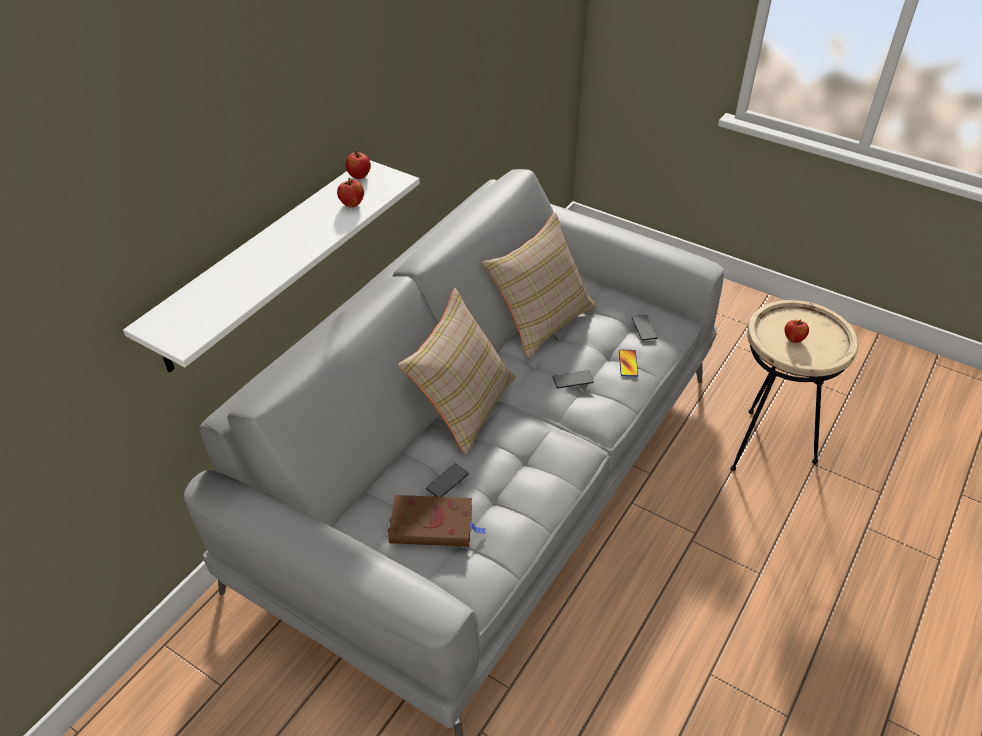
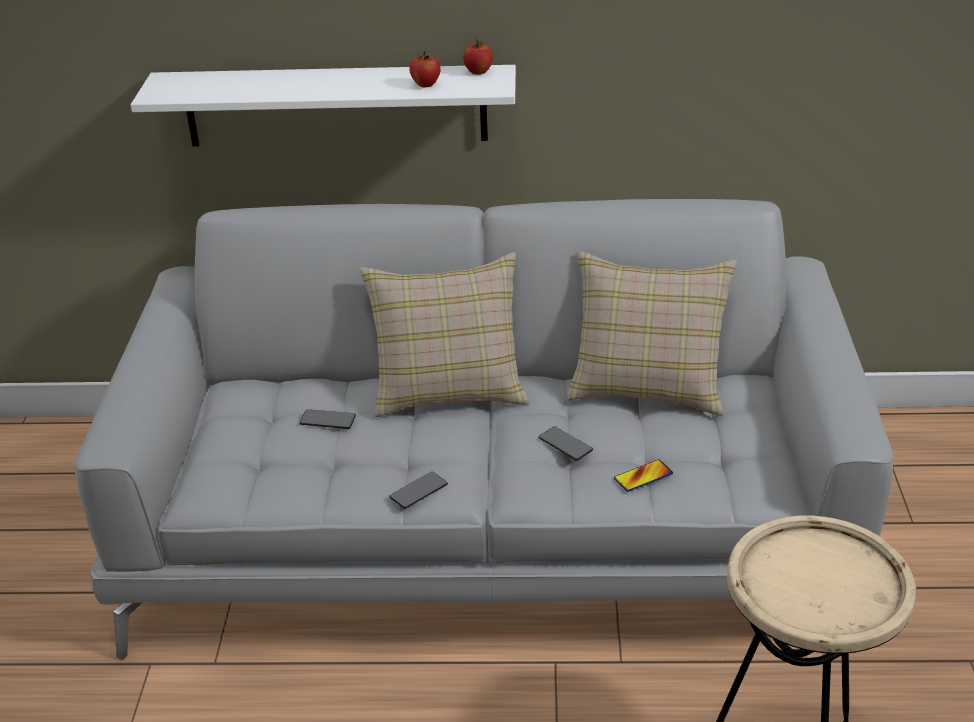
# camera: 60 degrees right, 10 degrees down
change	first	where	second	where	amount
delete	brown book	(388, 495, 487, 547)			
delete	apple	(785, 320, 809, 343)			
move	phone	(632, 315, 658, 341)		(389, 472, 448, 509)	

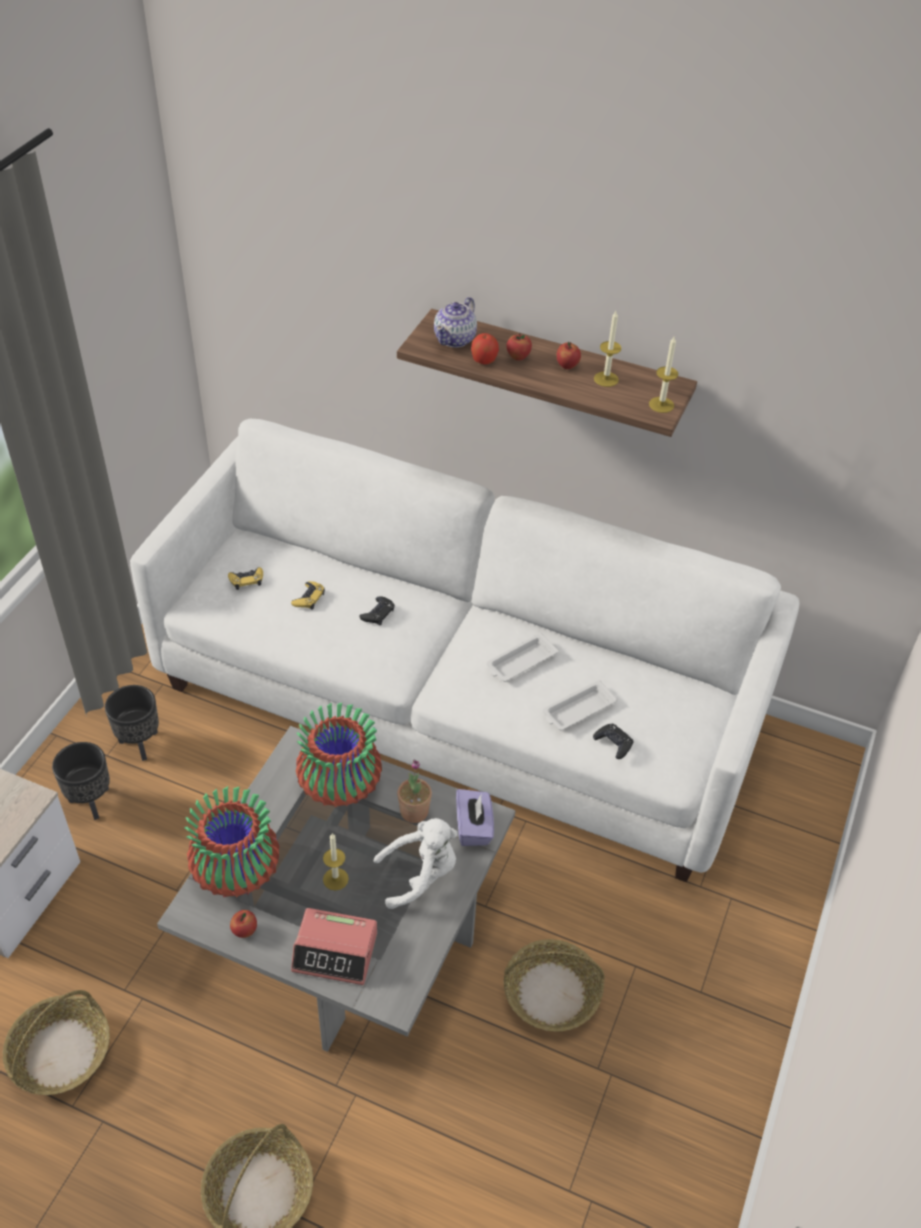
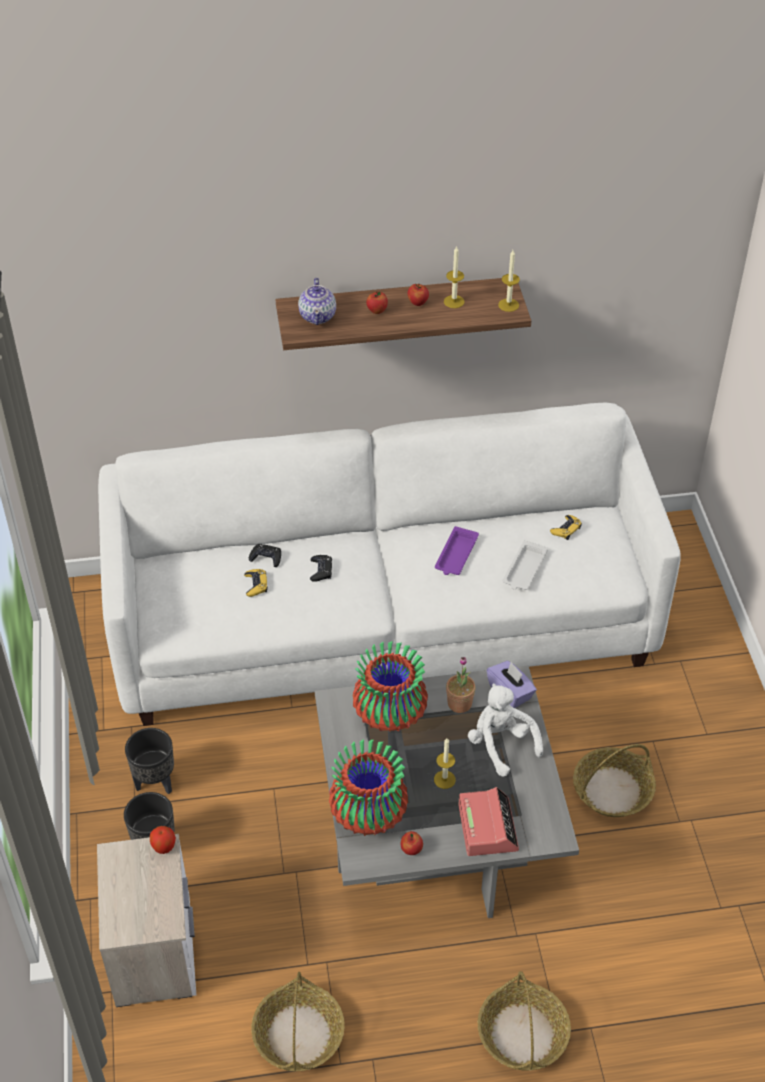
# camera: 30 degrees left, 0 degrees up
change	first	where	second	where	amount
move	yellow game controller	(228, 567, 263, 590)		(550, 515, 582, 540)	
move	apple	(471, 333, 499, 365)		(150, 826, 176, 854)	
move	black game controller	(593, 724, 634, 759)		(249, 544, 281, 567)	
recolor	white tray	(487, 633, 558, 682)	purple tray	(435, 526, 479, 575)	
rotate	alarm clock	(291, 908, 377, 985)		(458, 787, 519, 856)	75 degrees counterclockwise
rotate	white plush toy	(374, 818, 458, 909)		(468, 683, 543, 777)	75 degrees counterclockwise

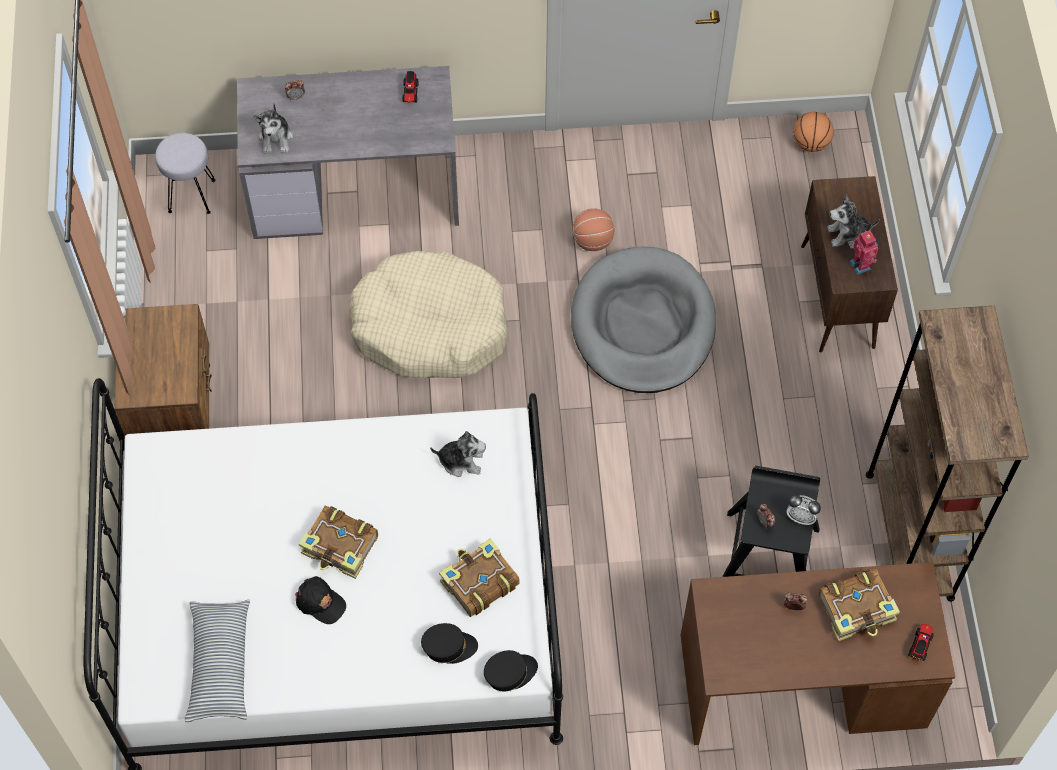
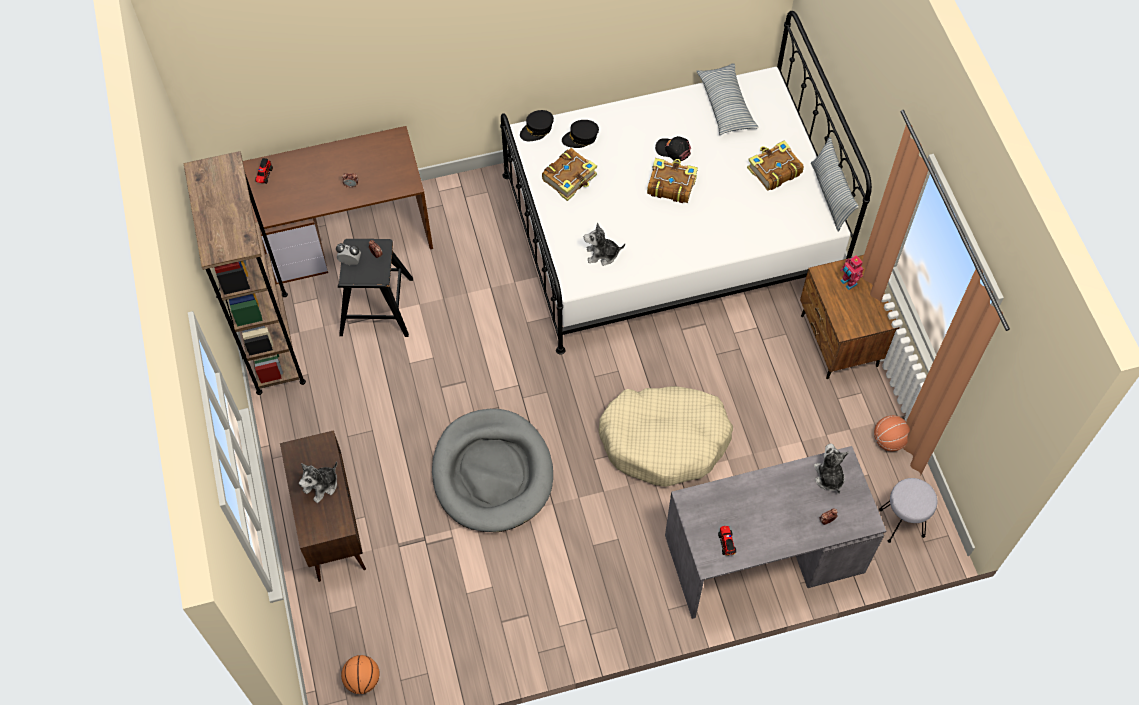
# camera: 170 degrees right, 0 degrees up
change	first	where	second	where	amount
insert			pillow	(811, 137, 859, 232)	
move	basketball	(573, 208, 614, 251)		(874, 415, 910, 451)	
move	book	(818, 569, 900, 641)		(747, 140, 804, 191)	
move	toy robot	(850, 230, 879, 275)		(840, 255, 863, 290)	
rotate	plush toy	(827, 194, 880, 249)		(299, 461, 337, 503)	150 degrees clockwise

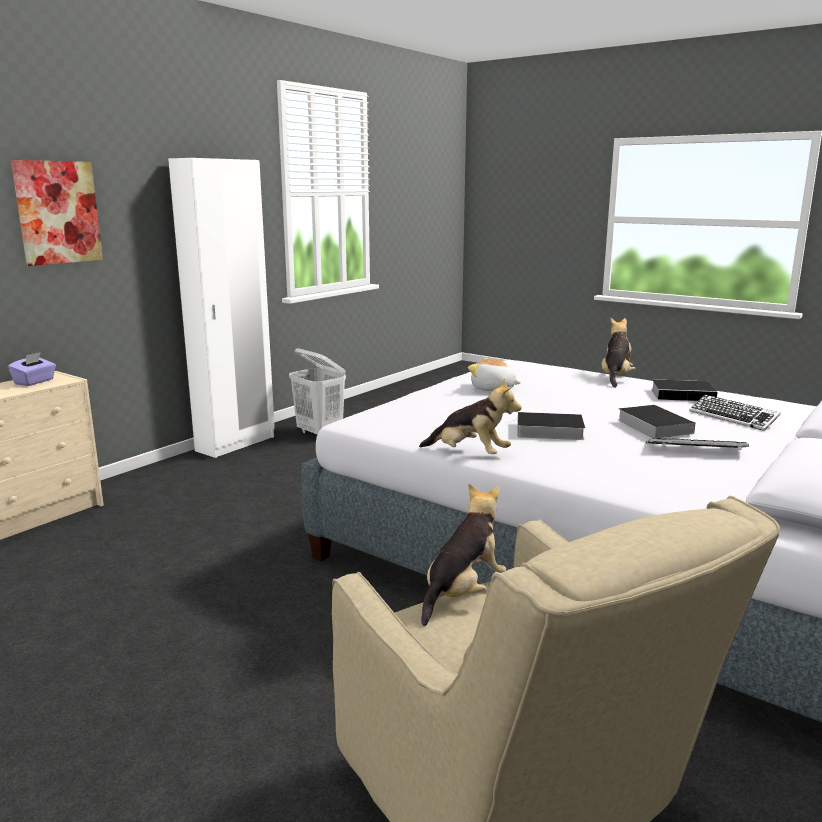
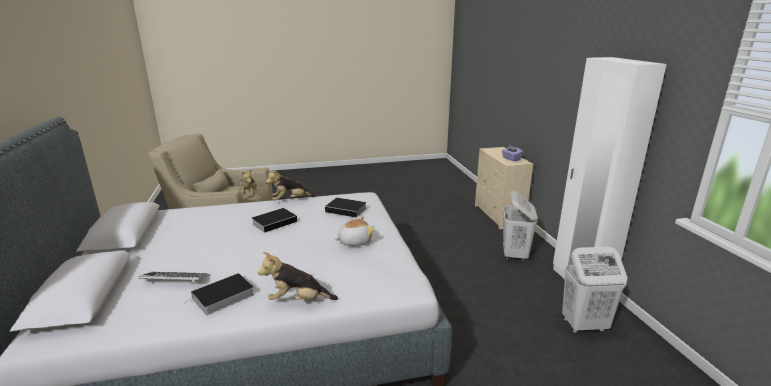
# camera: 130 degrees right, 5 degrees up
change	first	where	second	where	amount
delete	picture	(11, 160, 103, 266)			
delete	keyboard	(646, 438, 749, 450)			
insert			white laundry basket	(503, 190, 538, 262)	
move	book	(617, 405, 695, 438)		(325, 198, 367, 218)	
rotate	plush toy	(601, 318, 636, 388)		(258, 252, 338, 300)	120 degrees clockwise

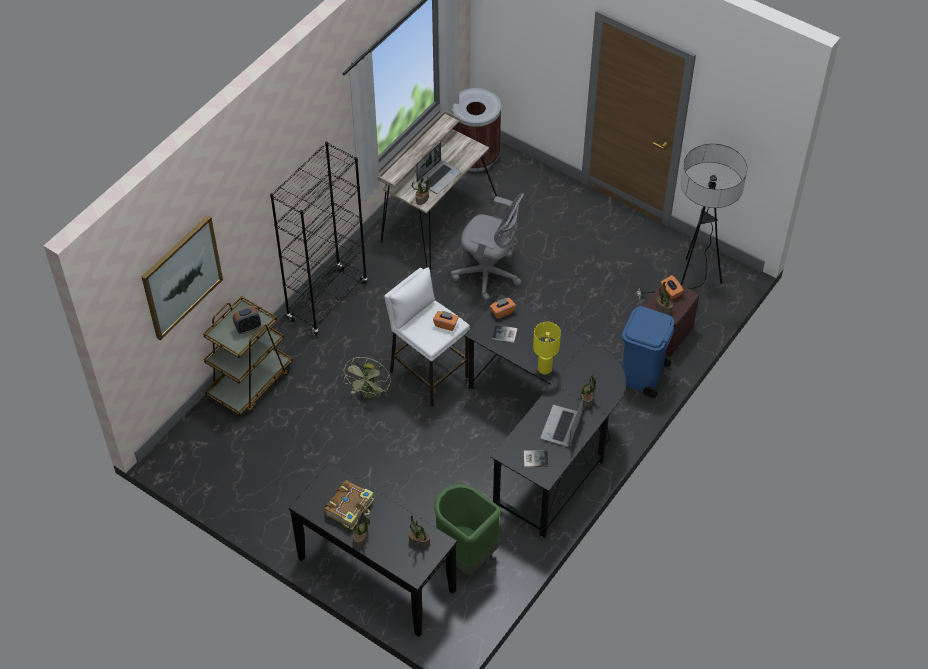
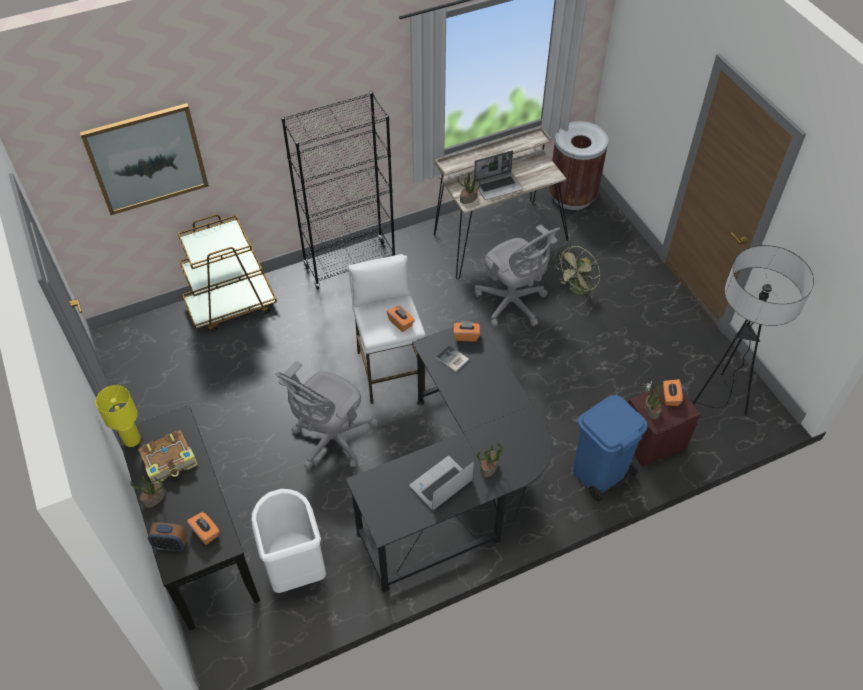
# camera: 30 degrees right, 0 degrees up
change	first	where	second	where	amount
delete	book	(524, 450, 548, 467)			
insert			grey office chair	(275, 361, 378, 469)	
move	alarm clock	(233, 307, 261, 334)		(148, 522, 187, 551)	
move	green fan	(343, 357, 391, 398)		(556, 246, 600, 299)	
move	yellow table lamp	(533, 322, 561, 375)		(96, 385, 141, 447)	
replace	potted plant	(409, 515, 430, 547)	orange tissue box	(187, 512, 220, 545)	
recolor	green trash can	(434, 484, 501, 575)	white trash can	(251, 489, 326, 593)	

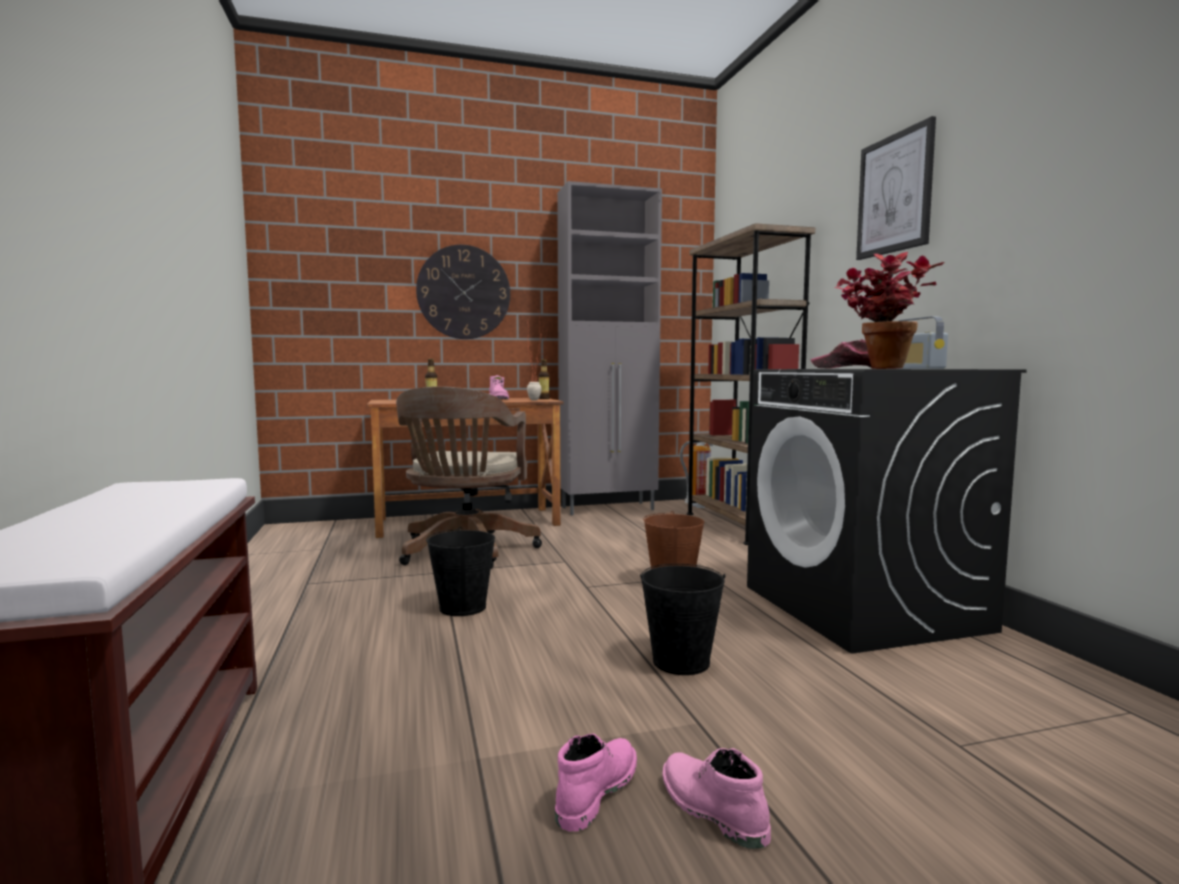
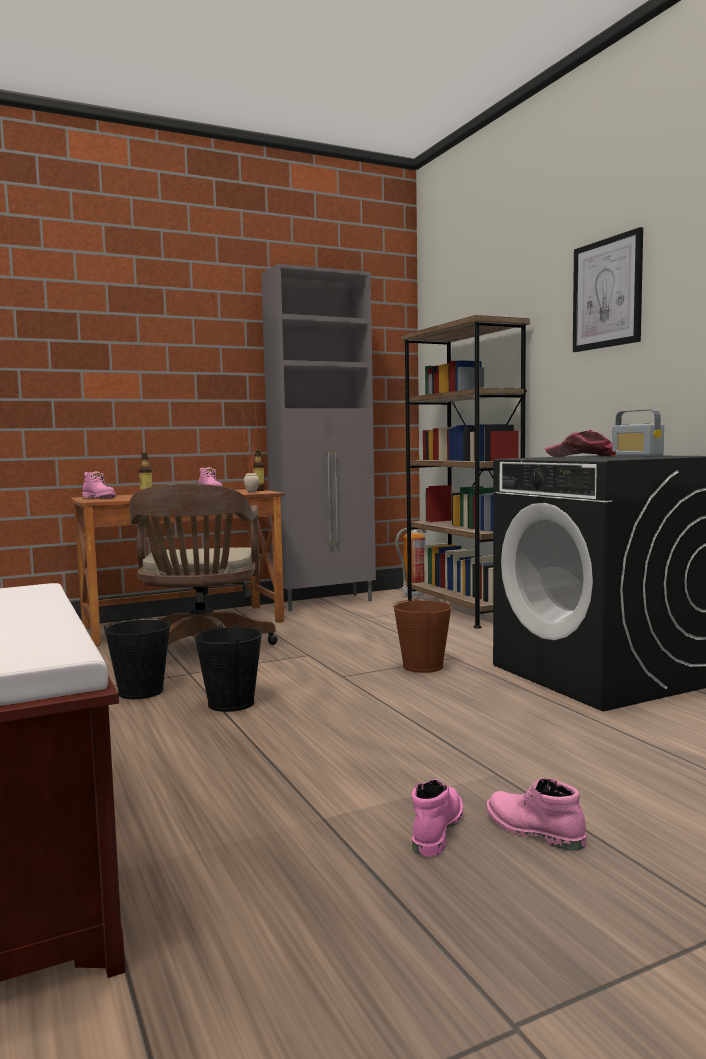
# camera: 10 degrees left, 0 degrees up
change	first	where	second	where	amount
delete	wall clock	(416, 245, 510, 339)			
delete	potted plant	(834, 252, 945, 369)			
insert			pink boot	(82, 471, 116, 498)	
move	black bucket	(640, 564, 725, 675)		(103, 618, 171, 699)	

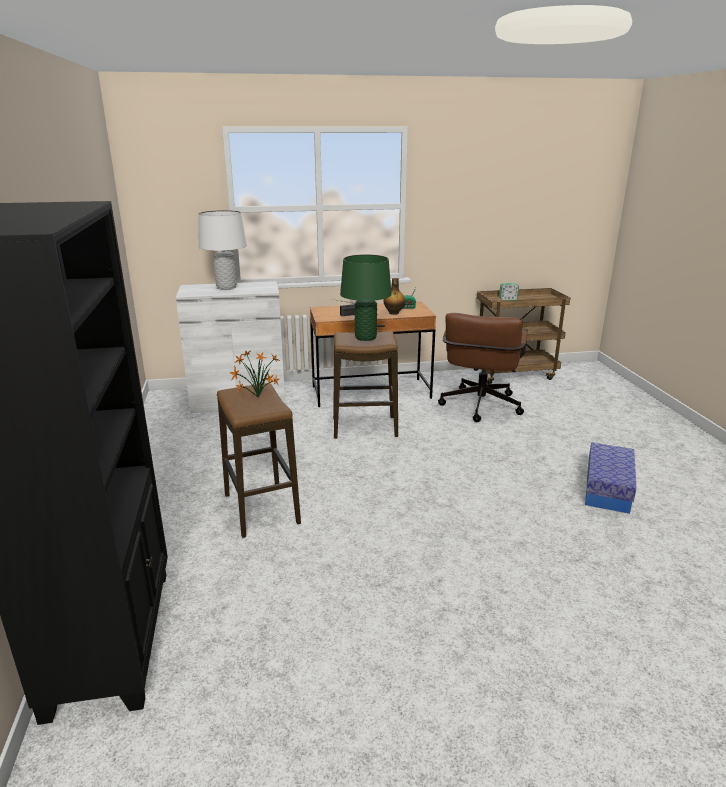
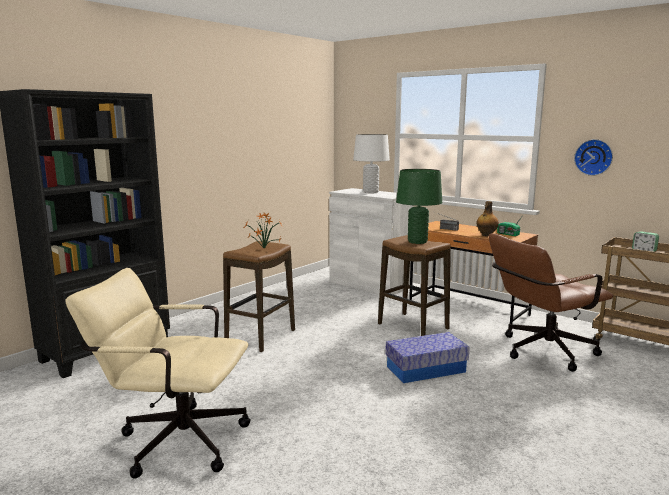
# camera: 50 degrees right, 10 degrees down
change	first	where	second	where	amount
insert			beige office chair	(65, 268, 251, 479)	
insert			wall clock	(574, 139, 613, 176)	
move	storage box	(585, 443, 637, 514)		(385, 332, 470, 383)	

